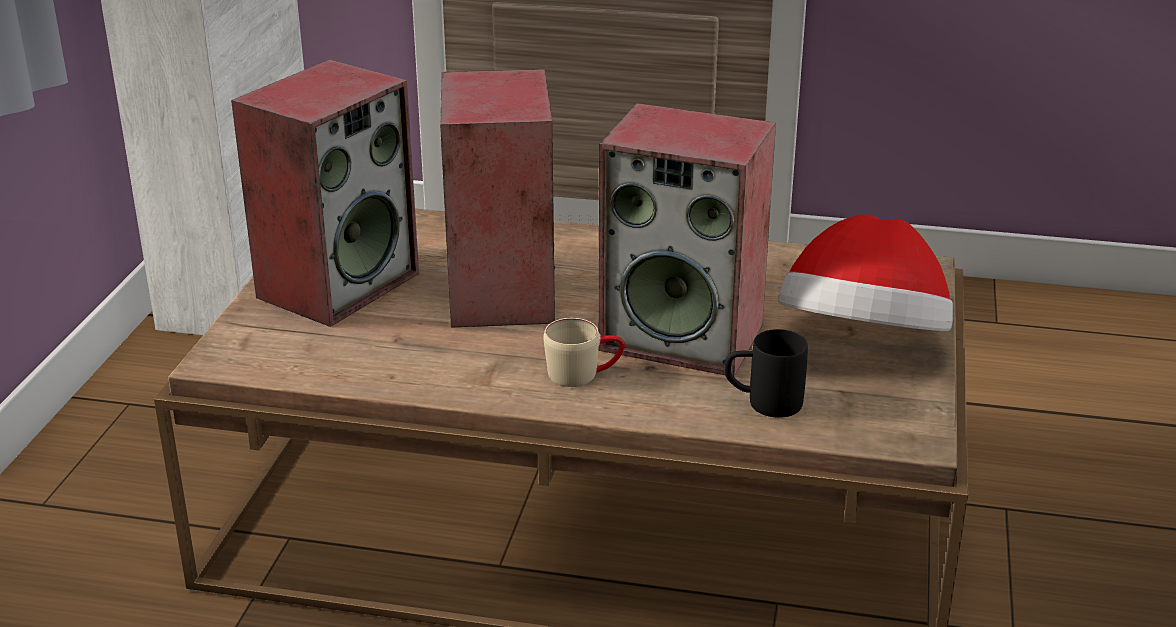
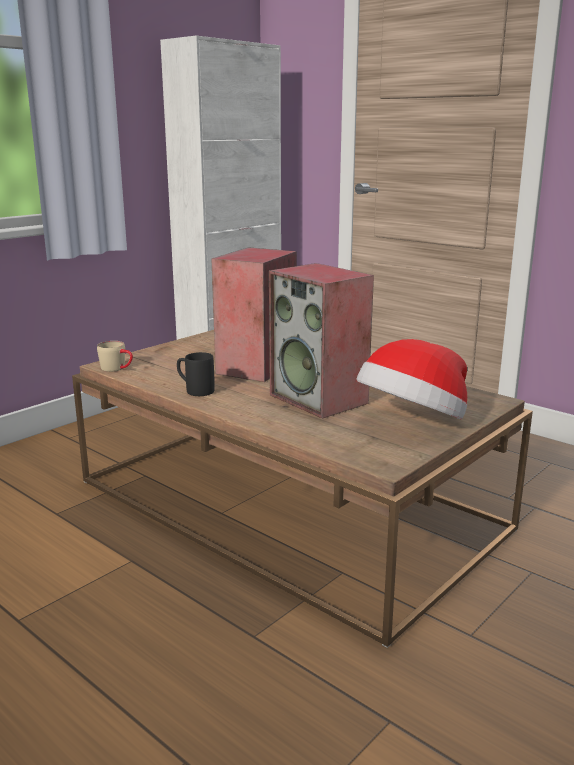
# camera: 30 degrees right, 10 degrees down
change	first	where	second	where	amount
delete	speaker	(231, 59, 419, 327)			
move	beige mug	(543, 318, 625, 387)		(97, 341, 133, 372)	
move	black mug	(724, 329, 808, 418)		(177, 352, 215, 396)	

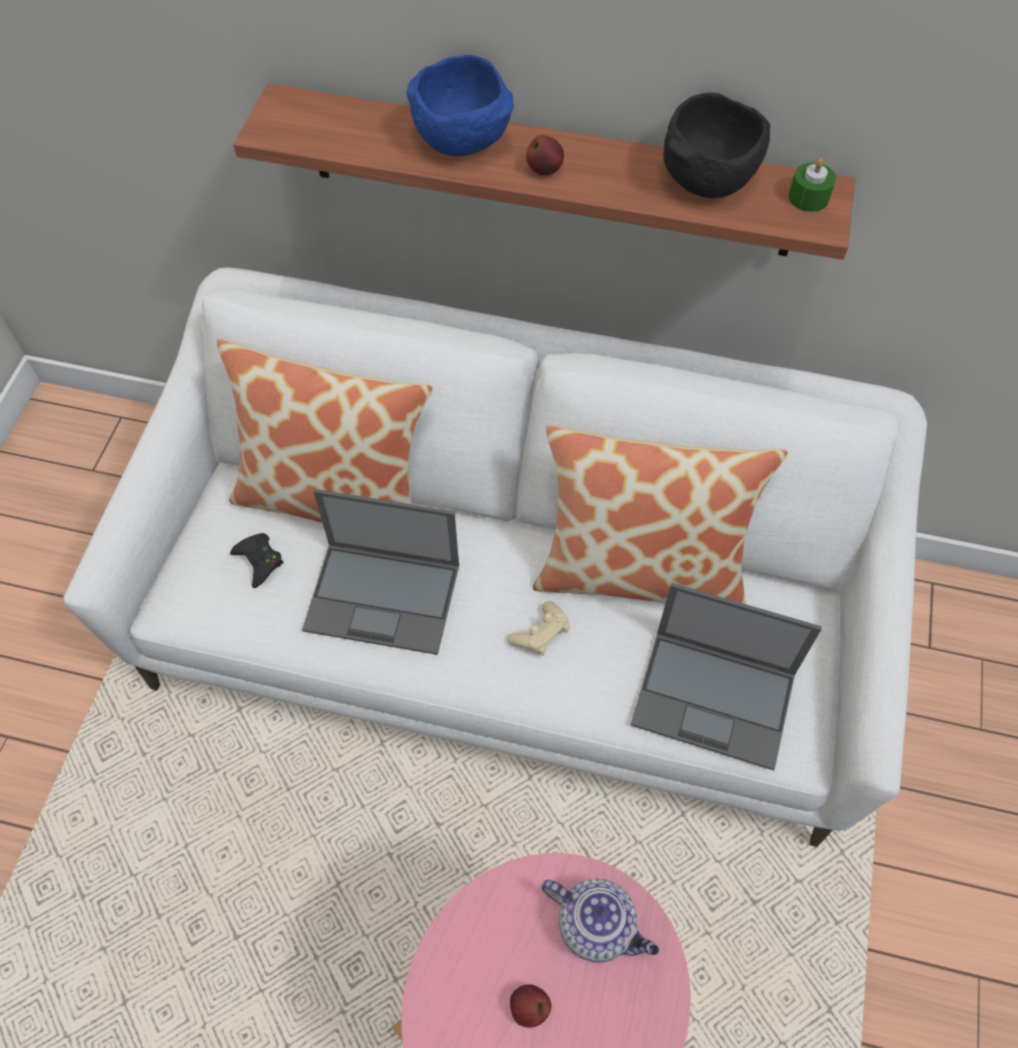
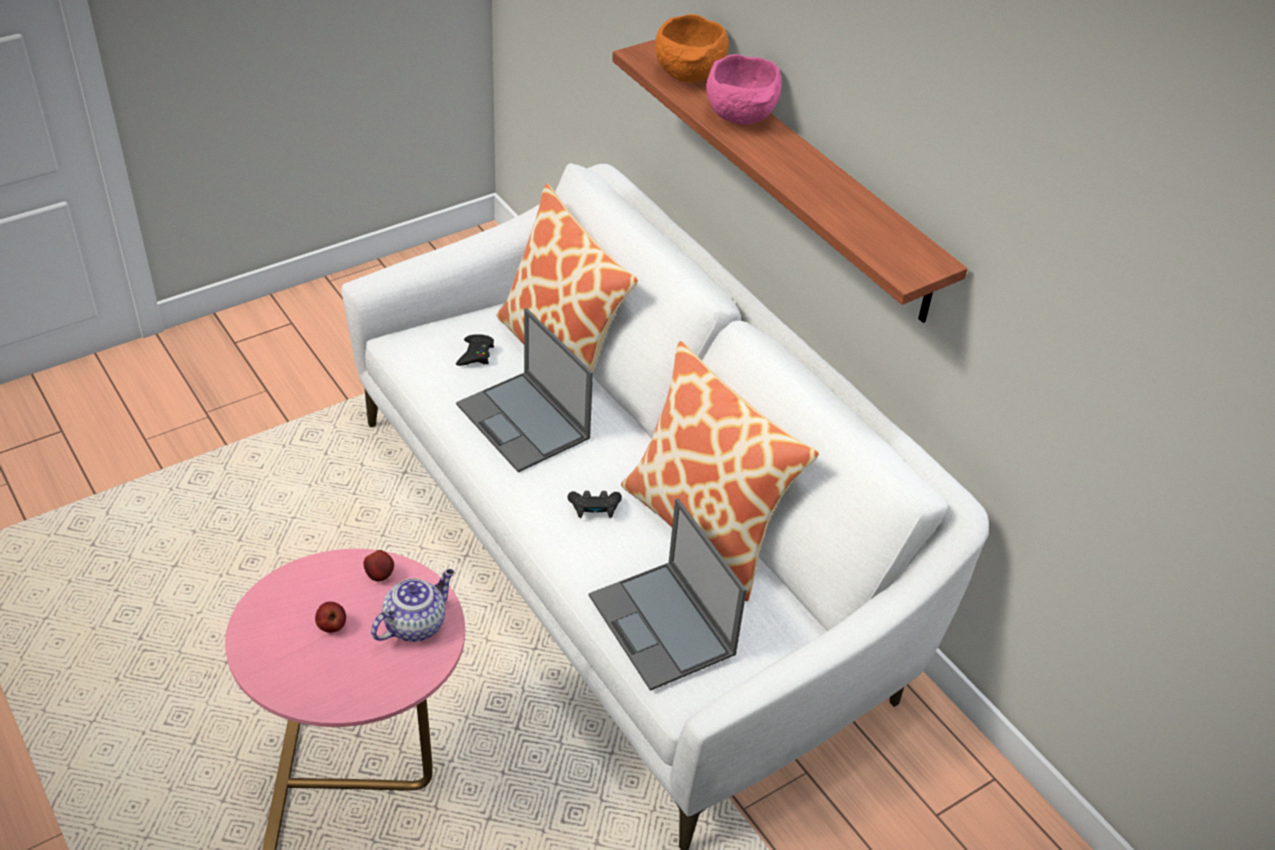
# camera: 40 degrees right, 15 degrees down
change	first	where	second	where	amount
delete	black bowl	(664, 93, 770, 198)			
delete	green candle	(789, 158, 836, 212)			
insert			orange bowl	(655, 14, 729, 82)	
move	apple	(526, 135, 564, 175)		(364, 550, 394, 582)	
recolor	blue bowl	(406, 55, 514, 156)	pink bowl	(706, 54, 782, 125)	
recolor	beige game controller	(508, 601, 570, 656)	black game controller	(568, 491, 622, 518)	
rotate	teapot	(542, 879, 659, 963)		(371, 569, 454, 642)	120 degrees counterclockwise

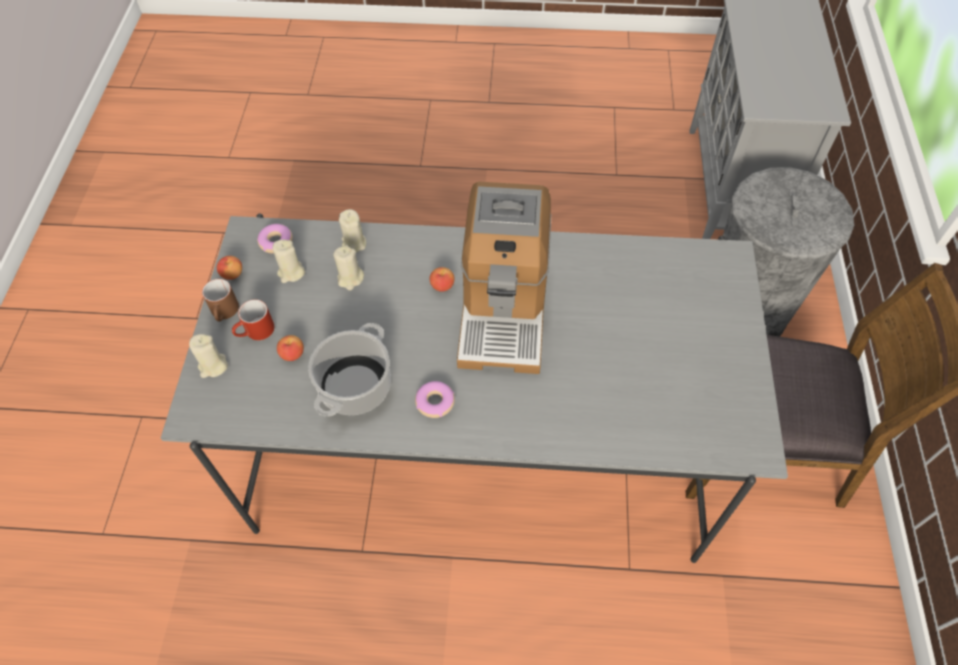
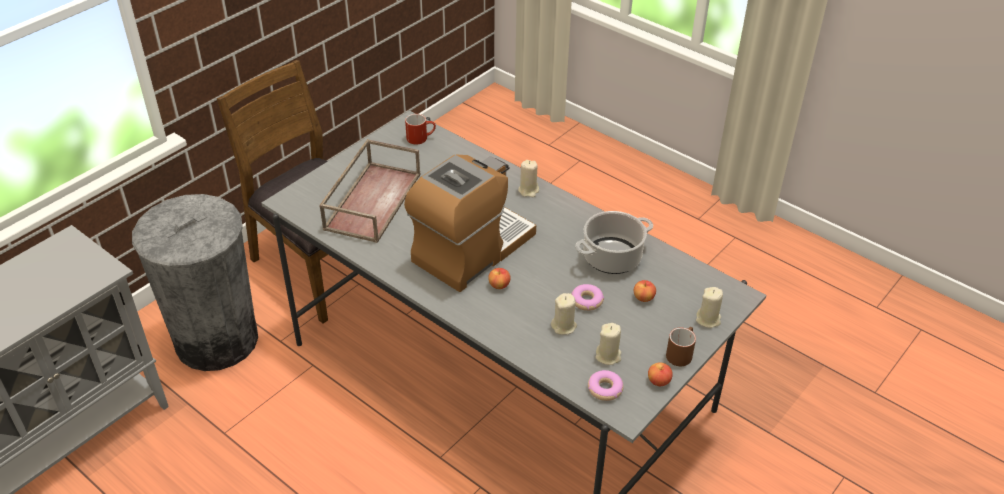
# camera: 145 degrees left, 15 degrees down
change	first	where	second	where	amount
insert			brown tray	(319, 139, 421, 243)	
move	red mug	(232, 299, 274, 340)		(405, 114, 436, 145)	
move	beige candle	(339, 209, 366, 253)		(518, 160, 539, 197)	
move	donut	(415, 381, 455, 418)		(571, 284, 604, 311)	

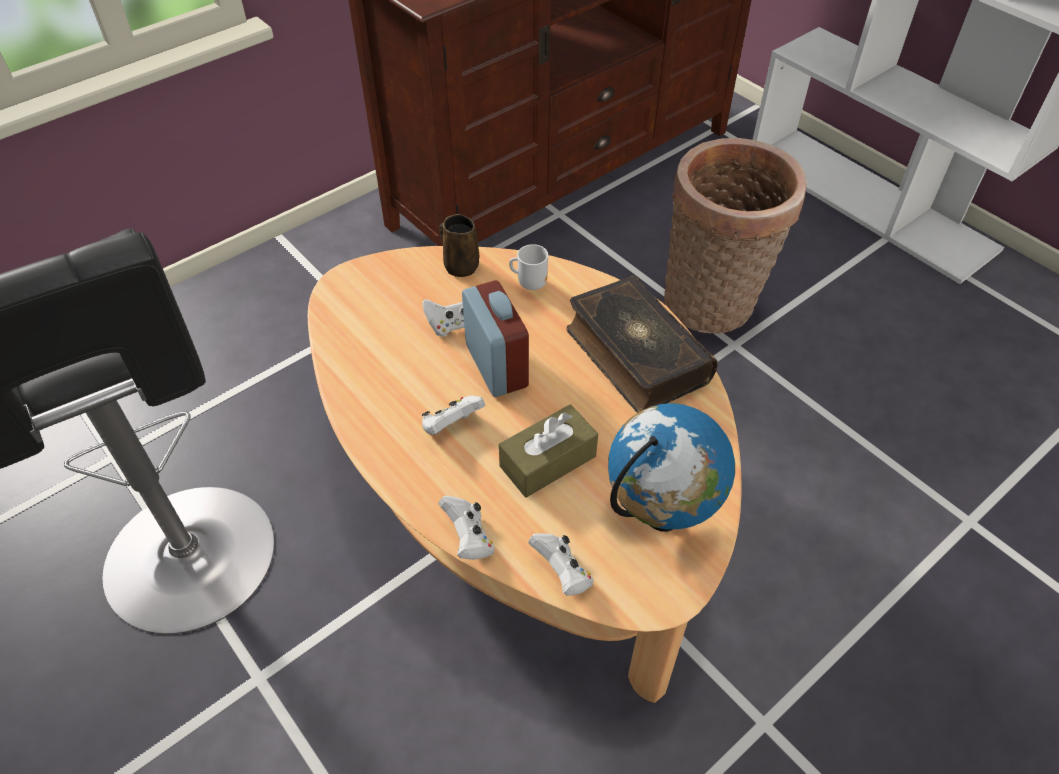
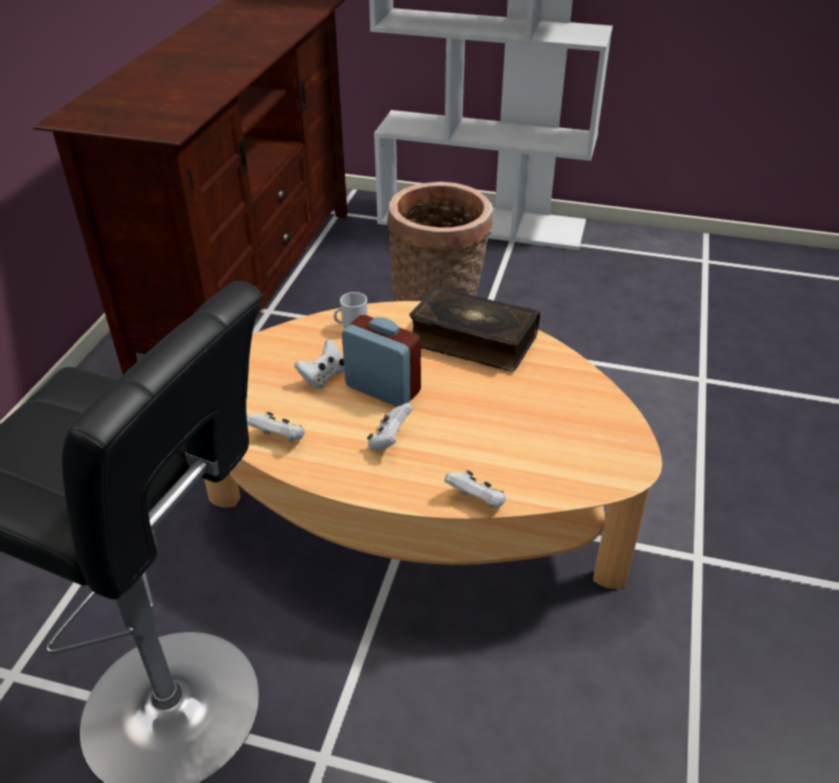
# camera: 35 degrees left, 10 degrees down
change	first	where	second	where	amount
delete	brown mug	(439, 214, 479, 277)			
delete	brown tissue box	(499, 404, 598, 498)			
delete	globe	(608, 403, 735, 532)			
move	white game controller	(528, 533, 594, 596)		(247, 412, 305, 442)	

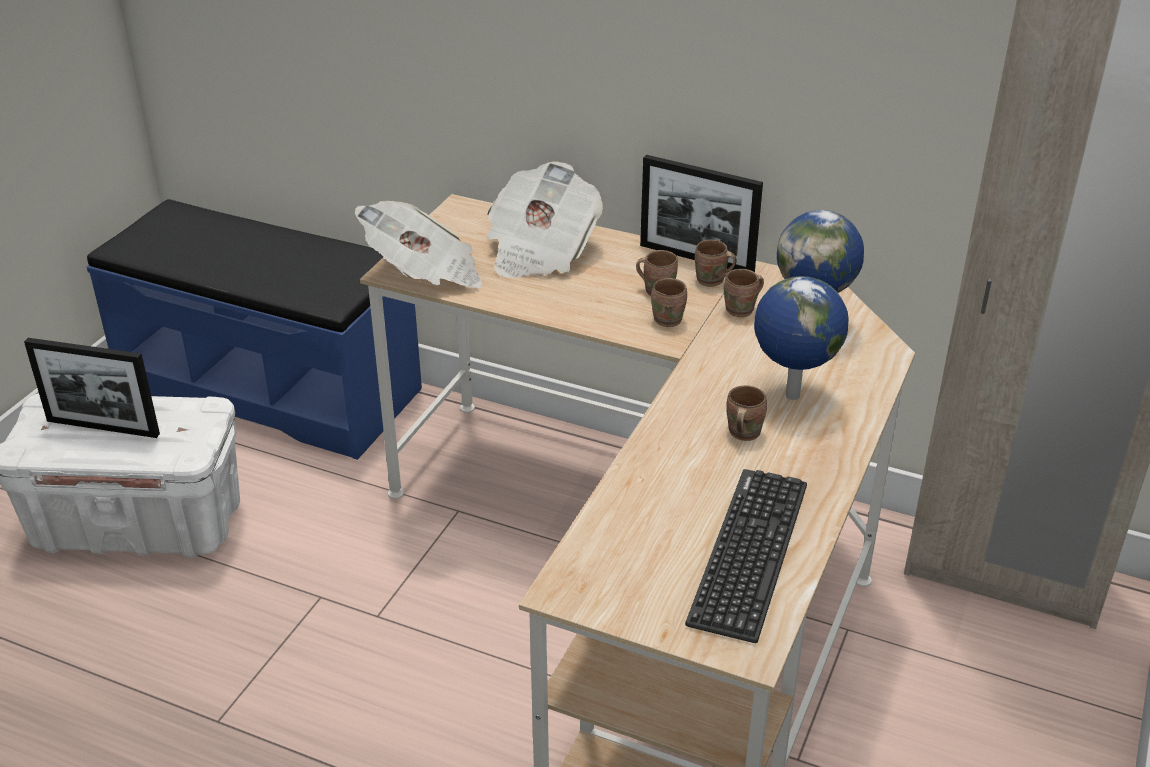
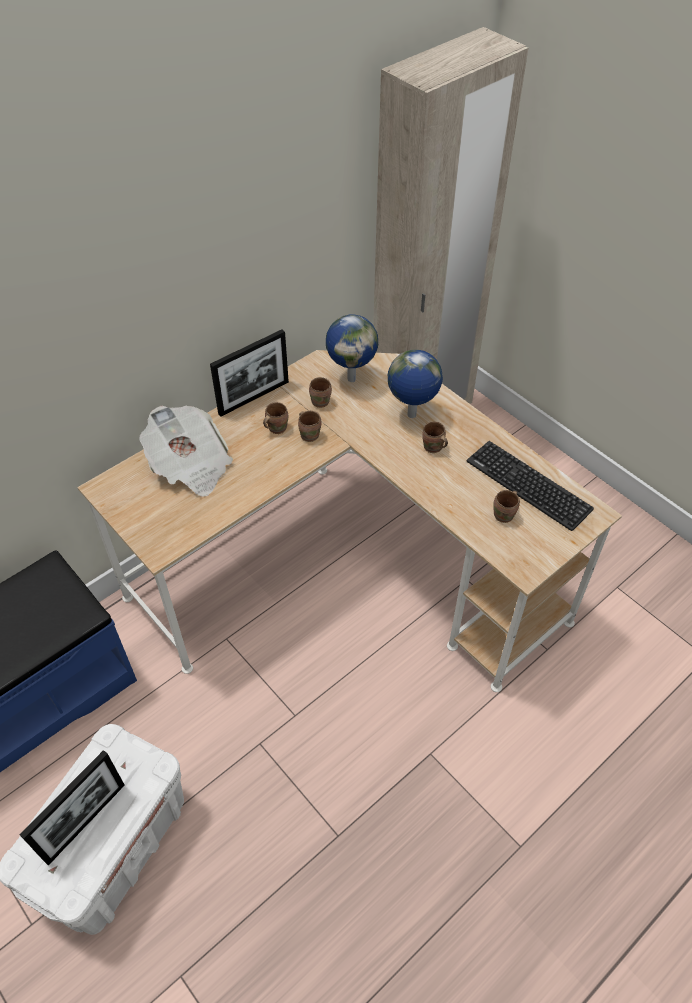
# camera: 65 degrees left, 15 degrees up
change	first	where	second	where	amount
delete	newspaper	(355, 201, 482, 288)			
move	brown mug	(695, 239, 737, 287)		(493, 490, 520, 523)	

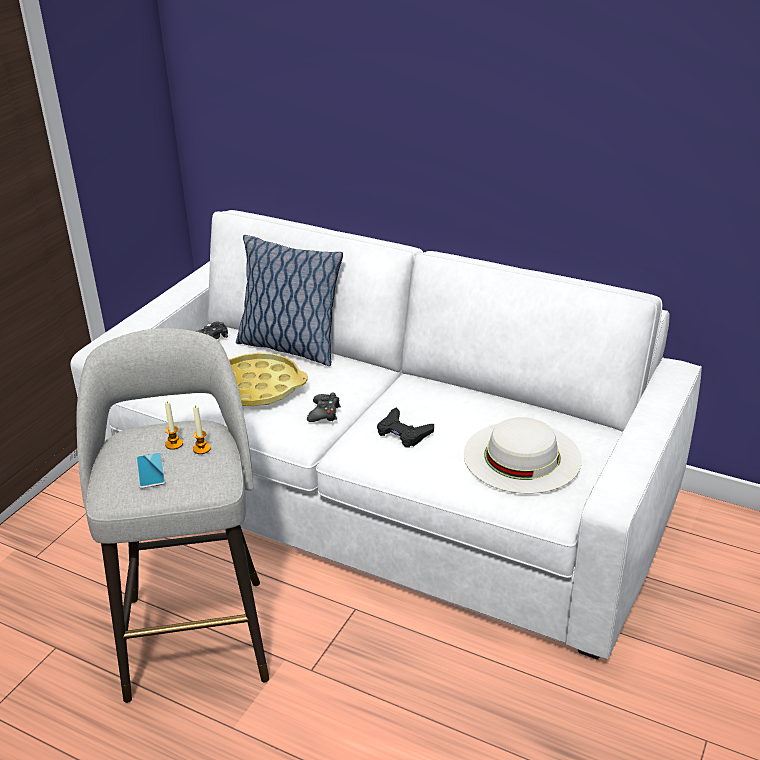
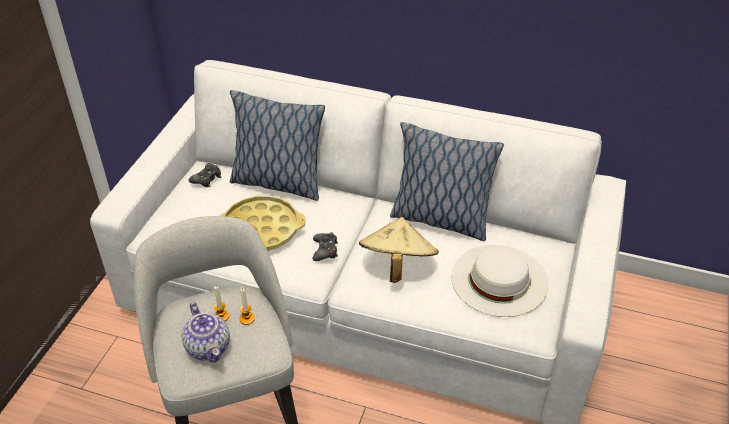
# camera: 10 degrees left, 10 degrees up
change	first	where	second	where	amount
insert			pillow	(390, 122, 504, 241)	
replace	phone	(136, 453, 166, 489)	teapot	(182, 302, 230, 363)	
replace	black game controller	(377, 407, 434, 448)	beige hat	(359, 217, 439, 283)	

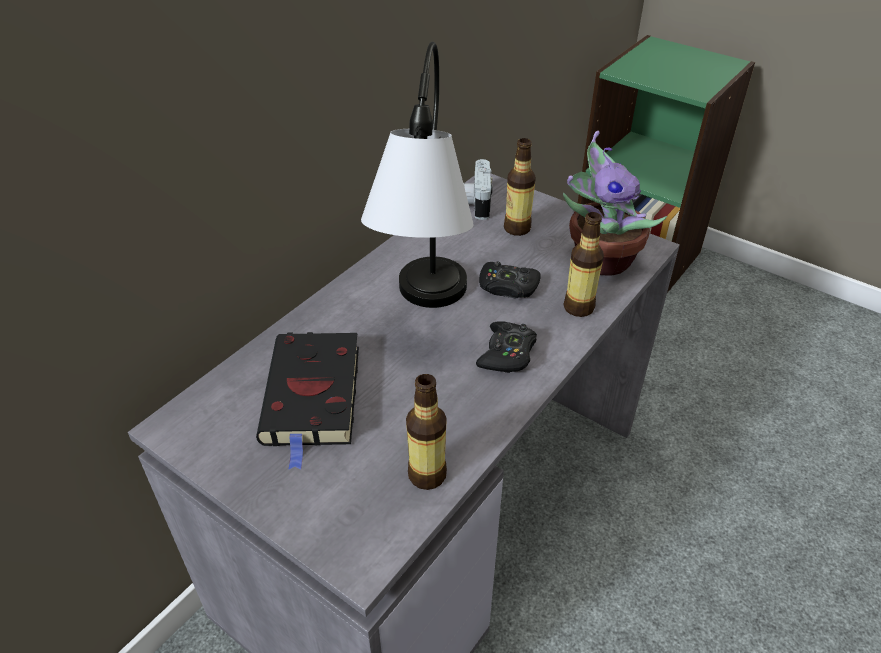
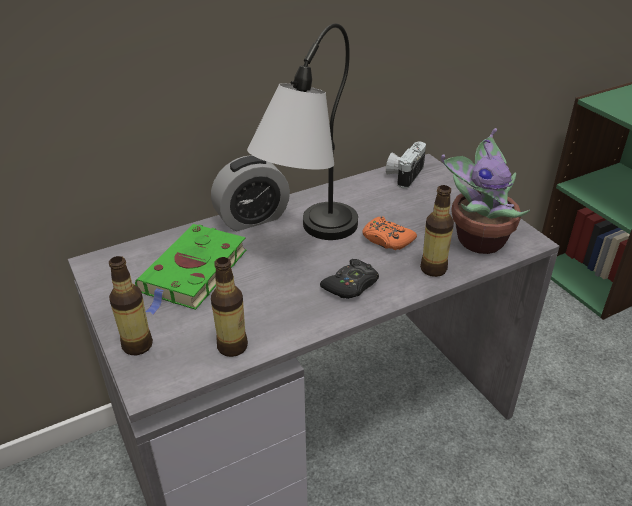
# camera: 25 degrees right, 5 degrees down
change	first	where	second	where	amount
insert			alarm clock	(211, 155, 290, 231)	
move	bottle	(504, 138, 536, 236)		(109, 256, 153, 355)	
recolor	black book	(256, 332, 359, 470)	green book	(135, 224, 246, 315)	
recolor	black game controller	(479, 262, 541, 298)	orange game controller	(362, 216, 417, 250)	

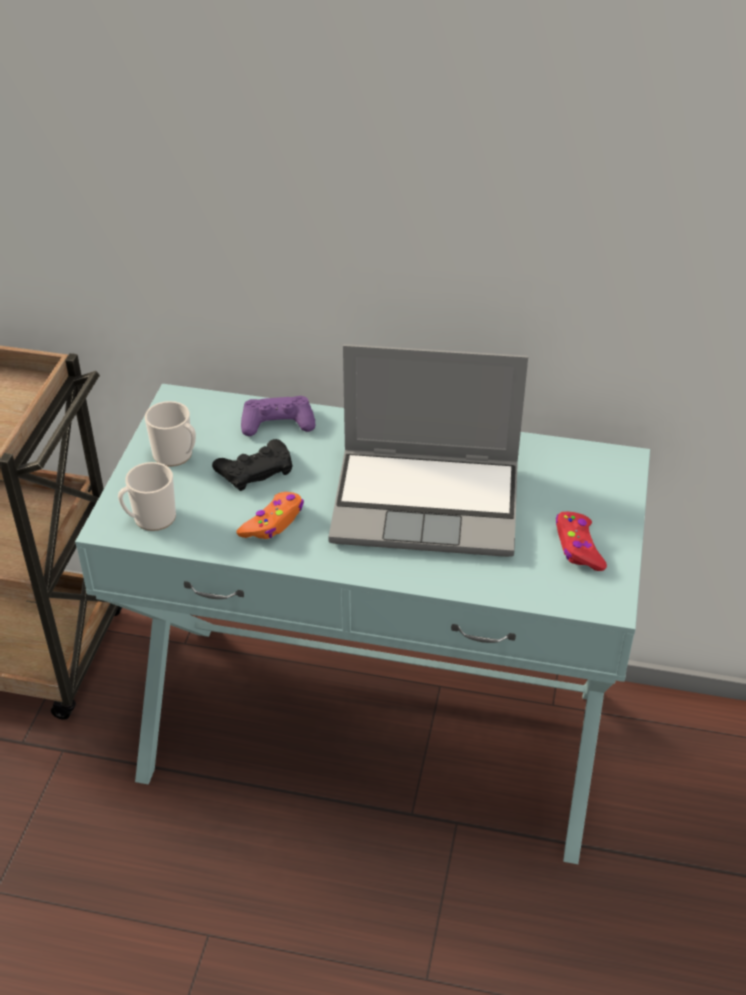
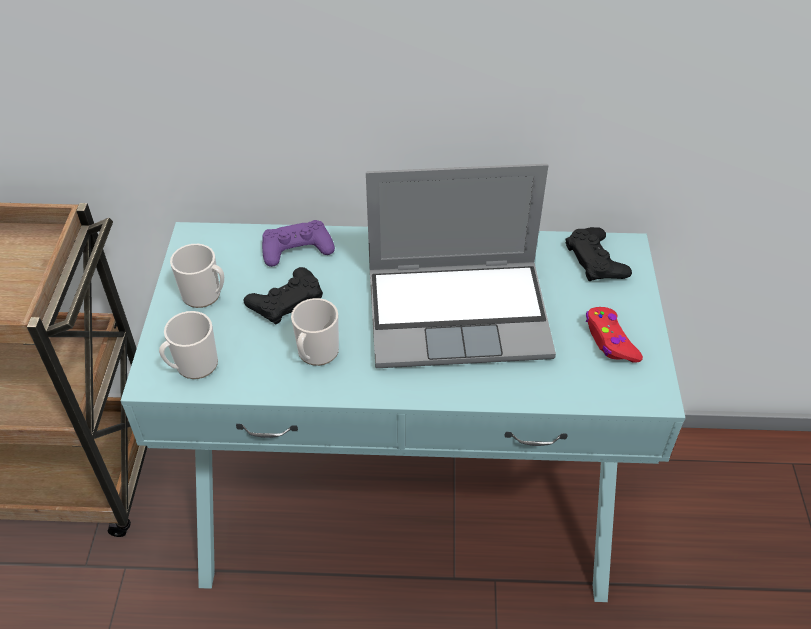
# camera: 10 degrees left, 5 degrees up
change	first	where	second	where	amount
insert			black game controller	(565, 227, 632, 281)	
replace	orange game controller	(237, 492, 304, 539)	mug	(291, 298, 339, 366)	

